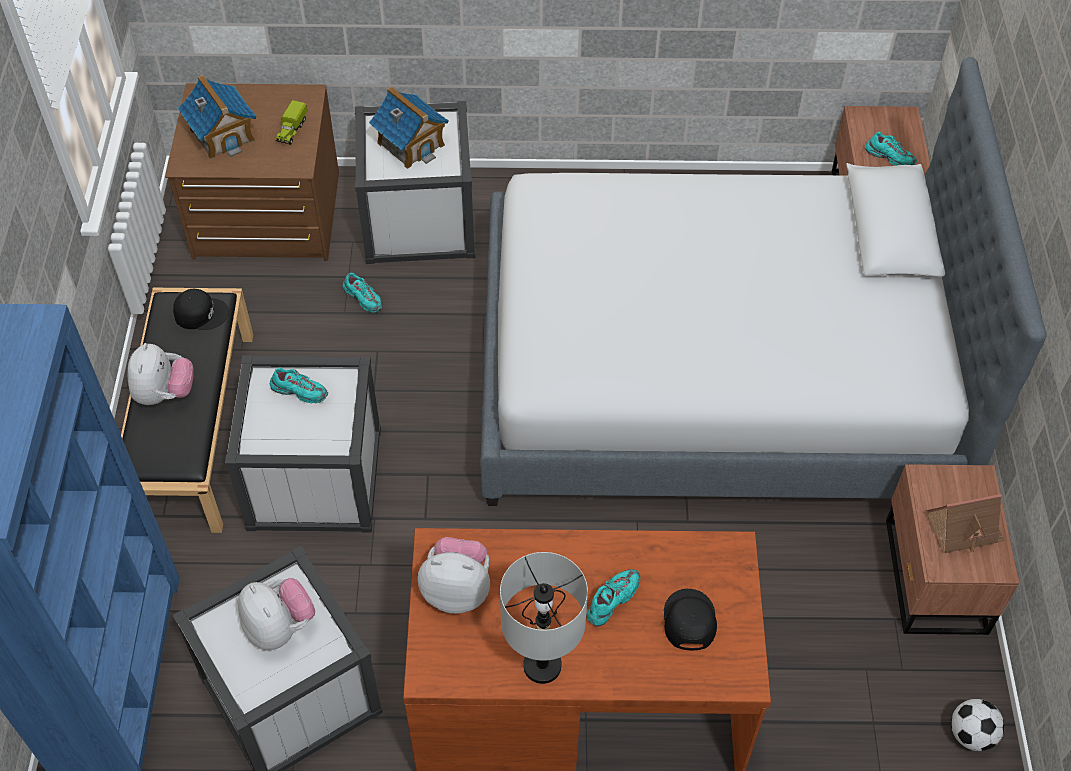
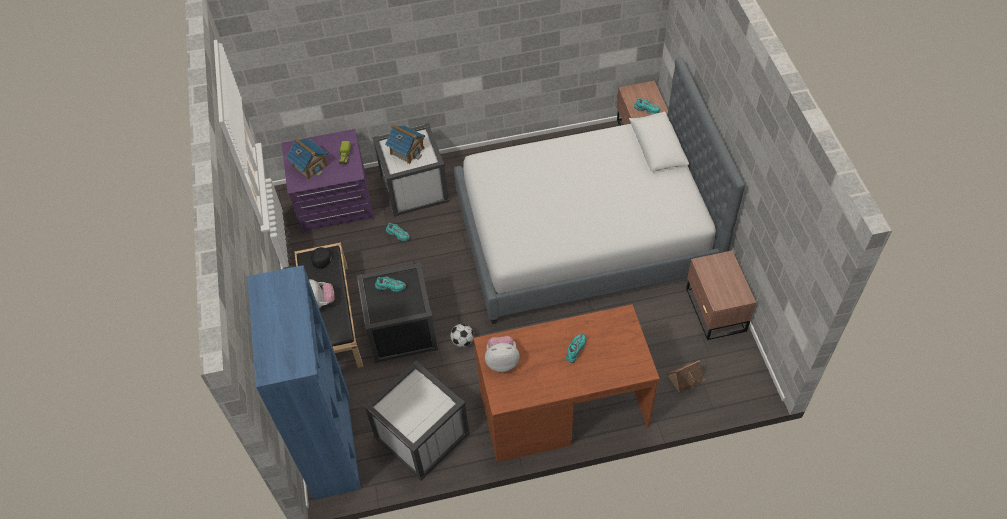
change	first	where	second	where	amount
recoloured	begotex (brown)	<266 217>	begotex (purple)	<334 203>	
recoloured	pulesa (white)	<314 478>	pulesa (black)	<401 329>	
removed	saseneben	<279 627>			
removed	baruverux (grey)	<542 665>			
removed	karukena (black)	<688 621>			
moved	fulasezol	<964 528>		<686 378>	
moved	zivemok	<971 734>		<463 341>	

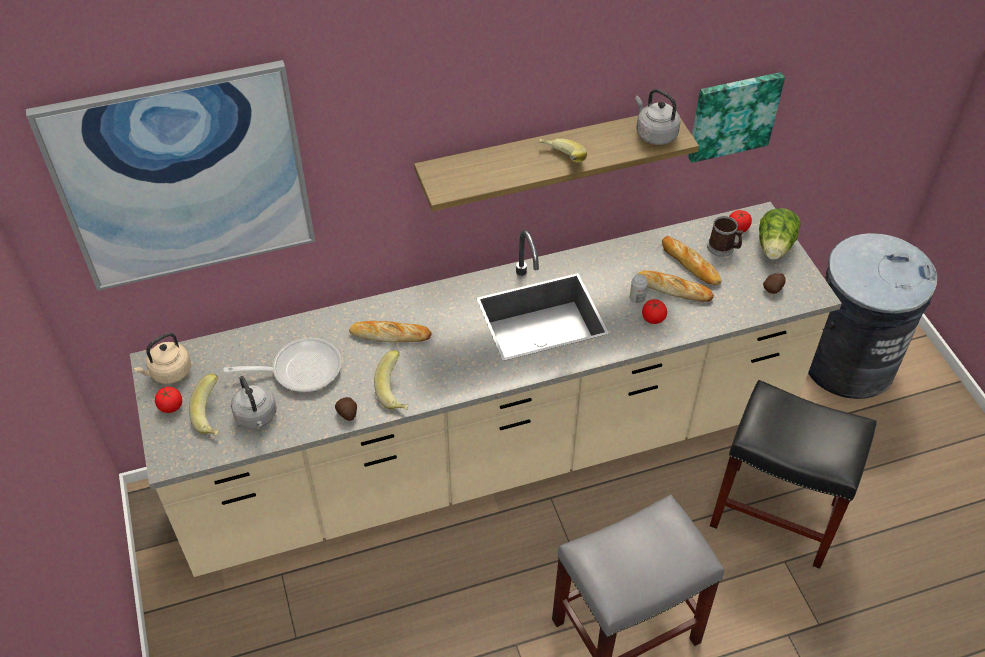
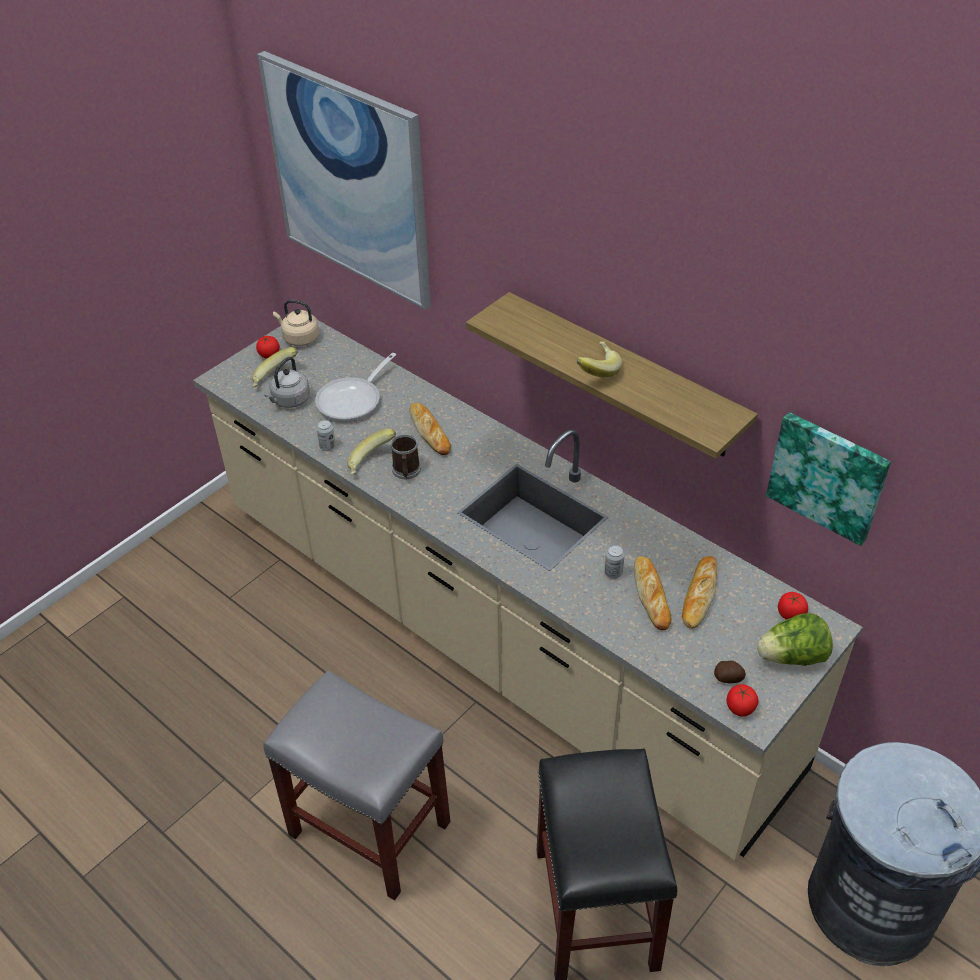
change	first	where	second	where	amount
turned	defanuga	<300 369>		<353 400>	75 degrees clockwise
replaced	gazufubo	<347 414>	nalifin	<327 447>	
removed	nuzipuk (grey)	<654 134>			
moved	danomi	<653 318>		<740 708>	
moved	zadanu	<723 248>		<406 471>	

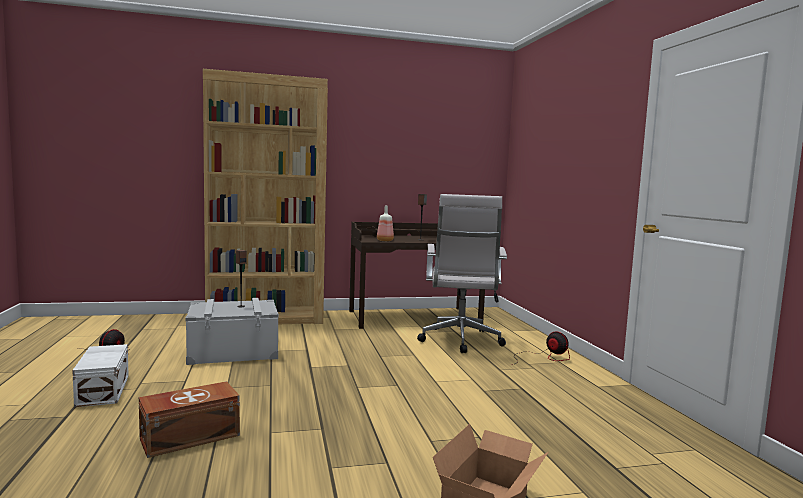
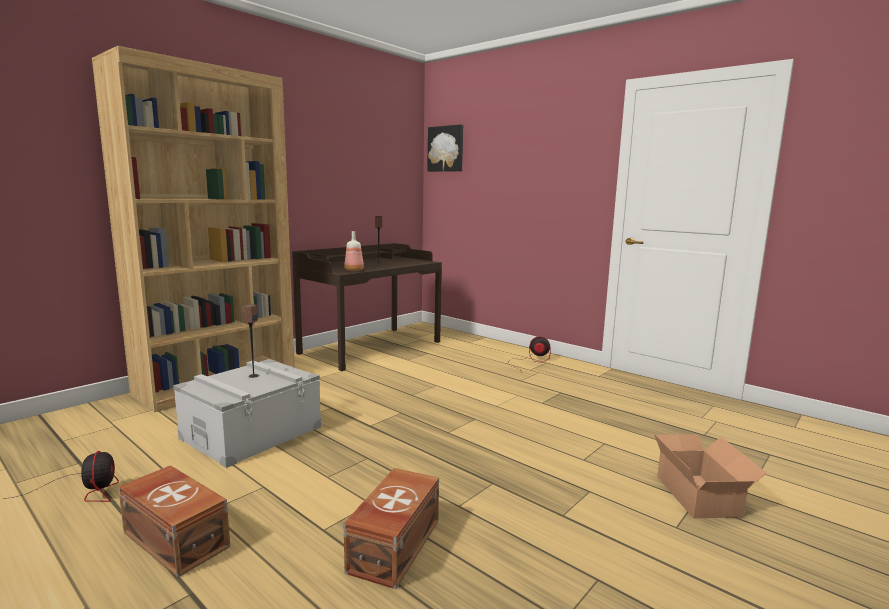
change	first	where	second	where	amount
recoloured	pulesa (white)	<104 390>	pulesa (brown)	<176 538>	
removed	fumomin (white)	<460 341>			
added			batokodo	<446 149>	

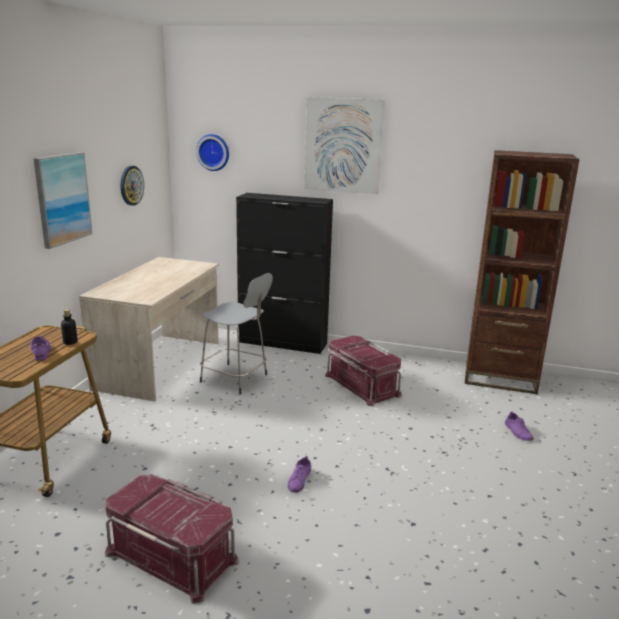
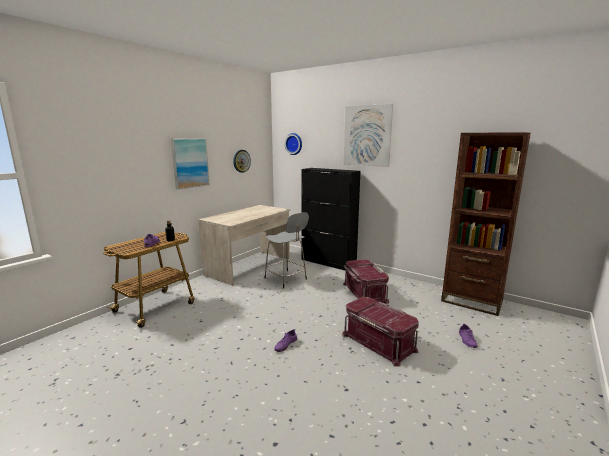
change	first	where	second	where	amount
moved	pulesa (red)	<173 555>		<379 342>	

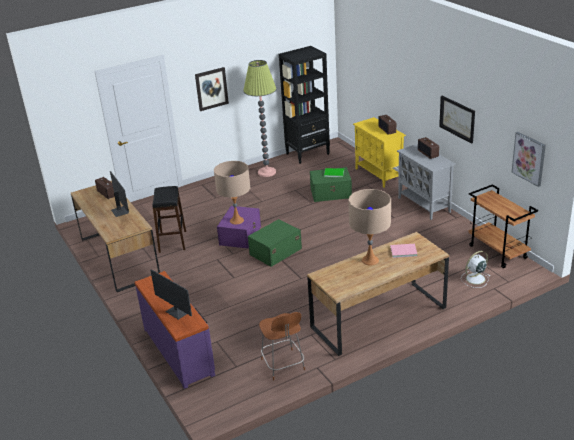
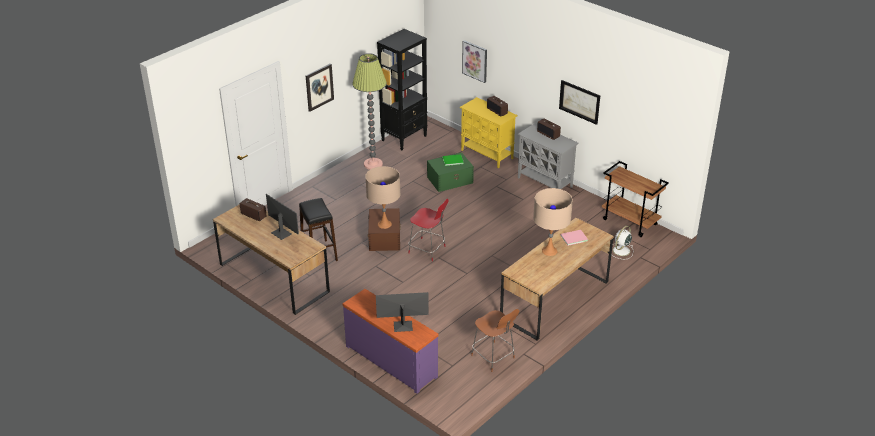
change	first	where	second	where	amount
turned	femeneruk	<177 312>		<402 326>	150 degrees clockwise
recoloured	pulesa (purple)	<240 235>	pulesa (brown)	<385 237>	
replaced	pulesa (green)	<275 251>	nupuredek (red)	<428 250>	
moved	batokodo	<529 158>		<475 61>	

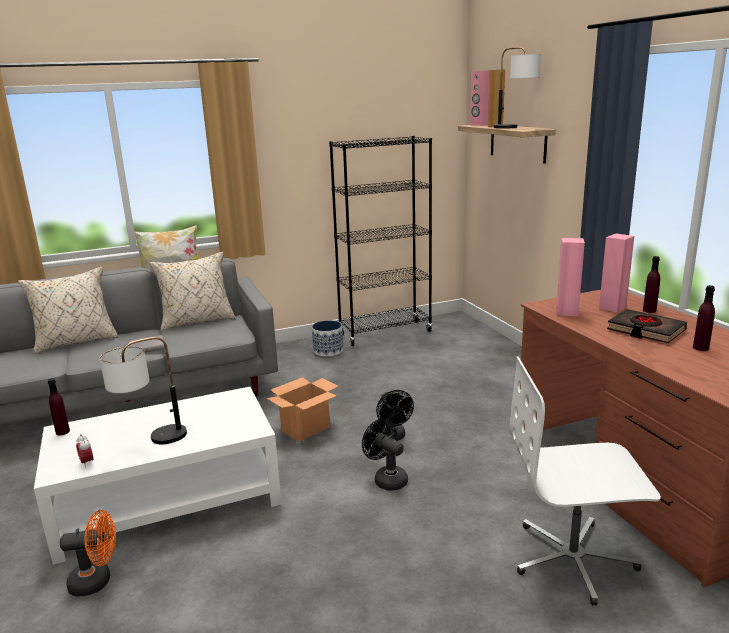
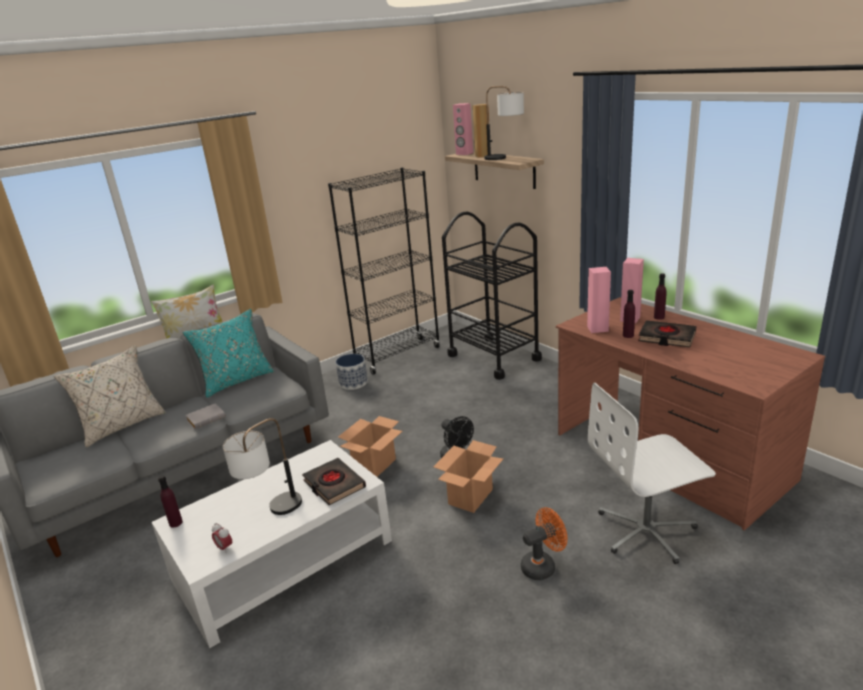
change	first	where	second	where	amount
moved	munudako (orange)	<97 581>		<542 566>	
recoloured	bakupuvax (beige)	<197 321>	bakupuvax (turquoise)	<236 381>	
replaced	munudako (black)	<386 479>	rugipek	<470 497>	
moved	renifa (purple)	<700 348>		<628 335>	
added			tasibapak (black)	<334 485>	
added			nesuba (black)	<494 357>	

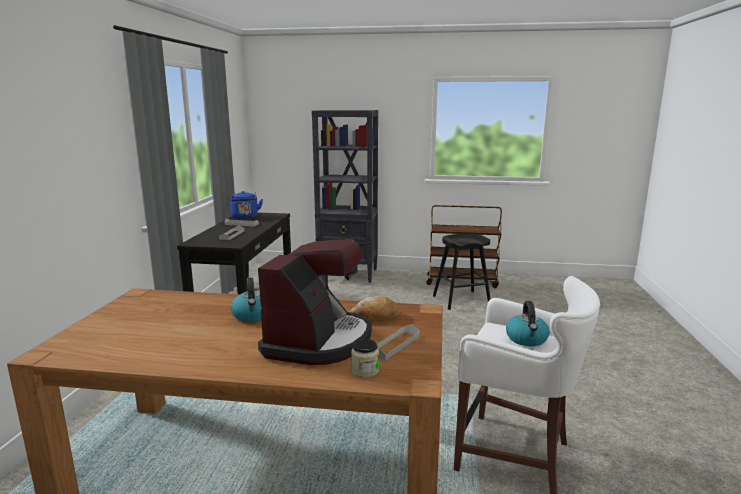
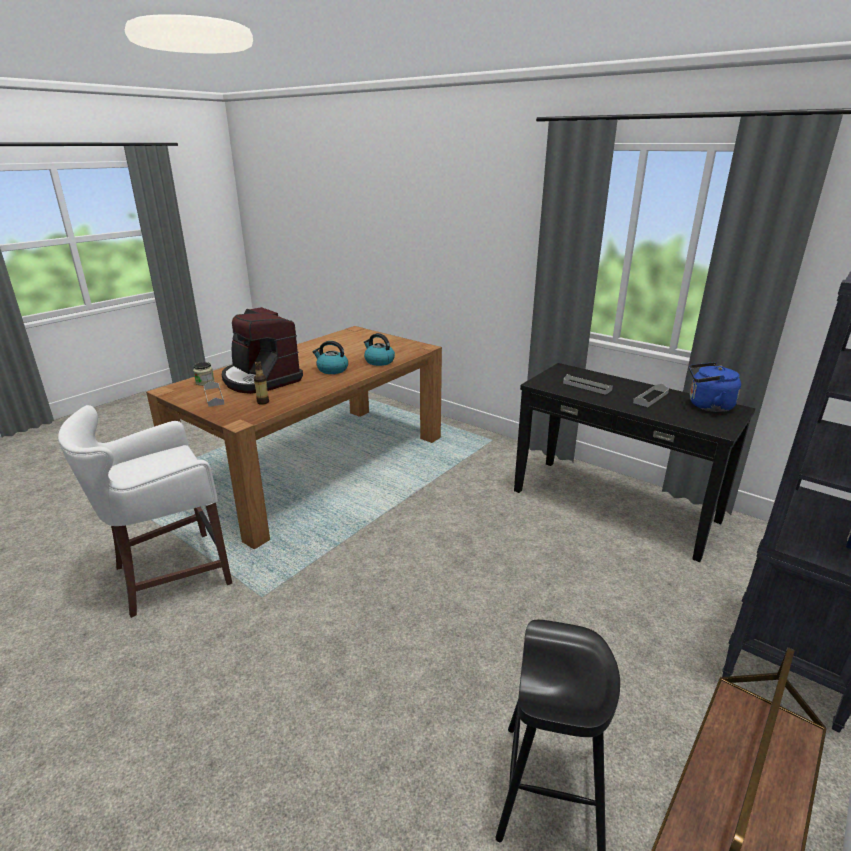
change	first	where	second	where	amount
replaced	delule	<375 316>	renifa	<263 402>	
moved	nuzipuk	<527 339>		<379 361>	

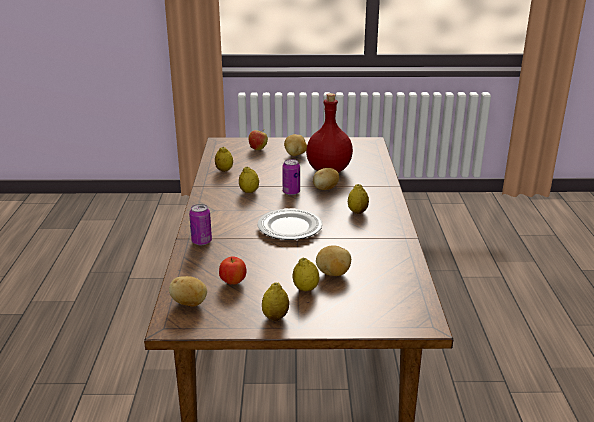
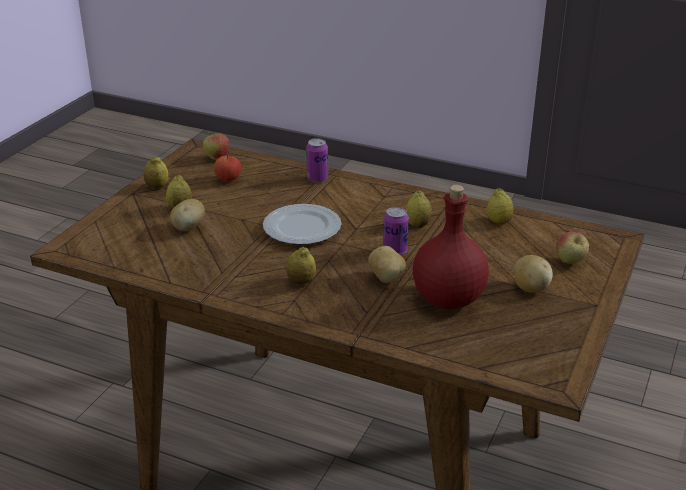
change	first	where	second	where	amount
replaced	gazufubo	<189 303>	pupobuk	<217 158>	

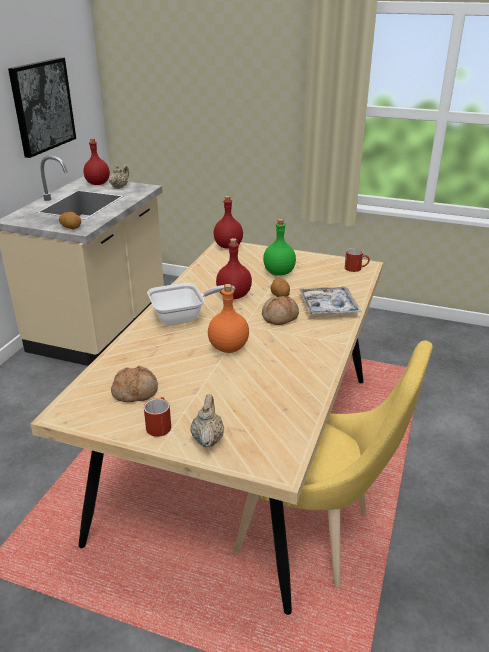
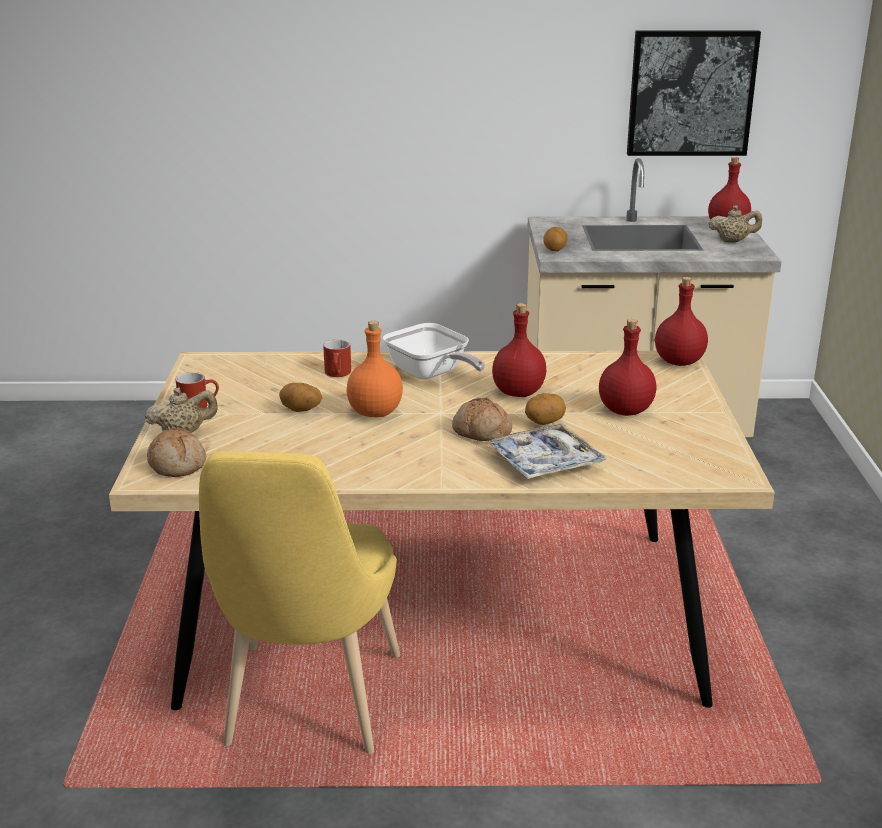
change	first	where	second	where	amount
moved	delule	<135 391>		<178 464>	
recoloured	renifa (green)	<278 272>	renifa (red)	<625 410>	
moved	zadanu (red)	<356 268>		<338 374>	
added			gazufubo	<301 410>	

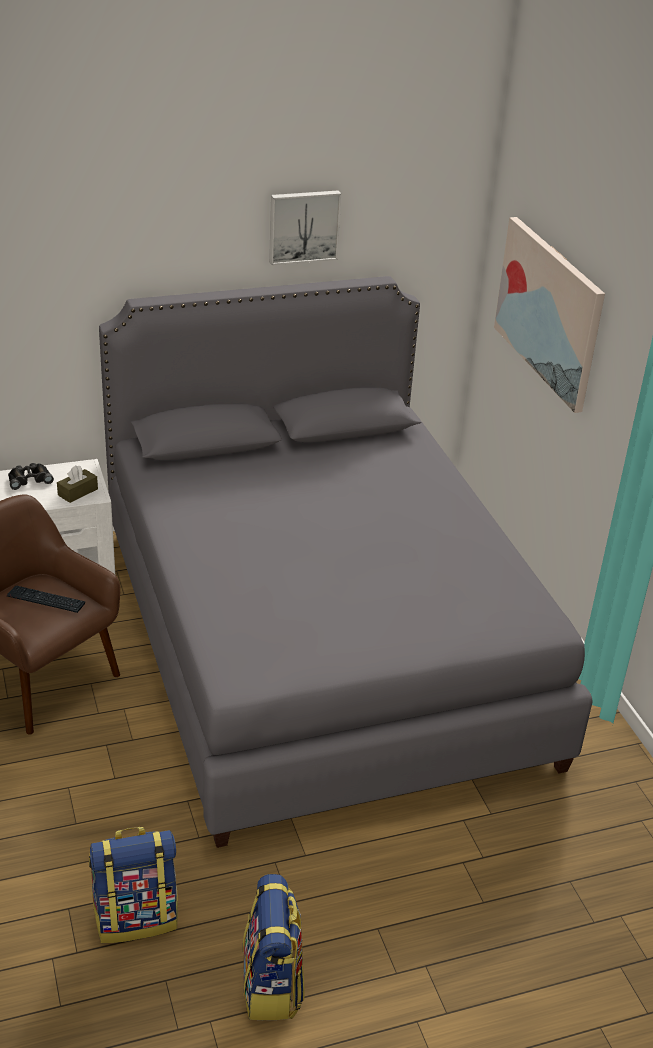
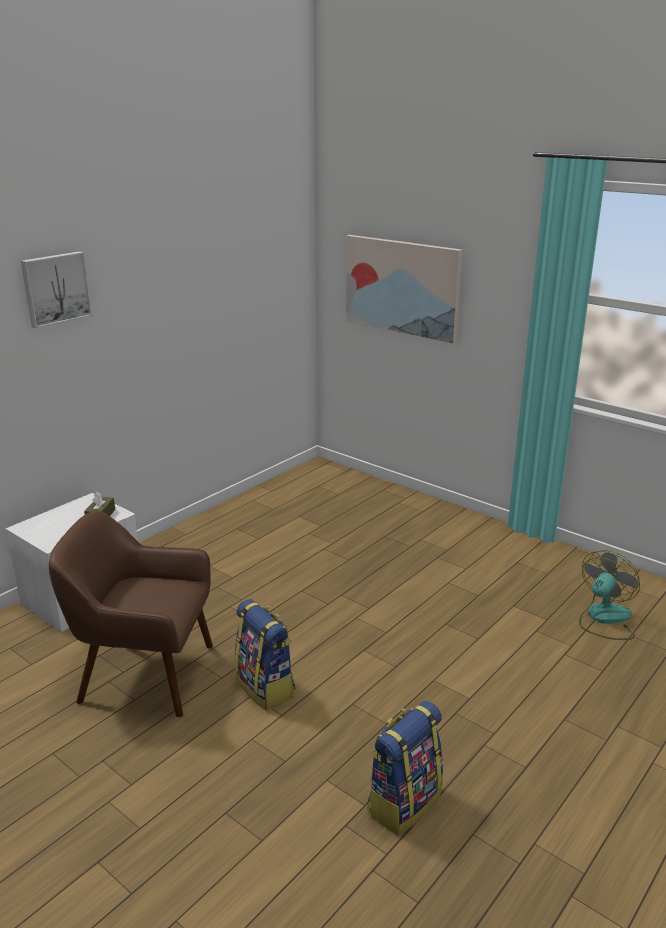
change	first	where	second	where	amount
removed	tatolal	<46 600>			
removed	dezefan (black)	<29 479>			
removed	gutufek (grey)	<318 642>			
moved	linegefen	<272 985>		<266 687>	
moved	batokodo	<303 226>		<55 288>	
added			munudako	<604 619>	

